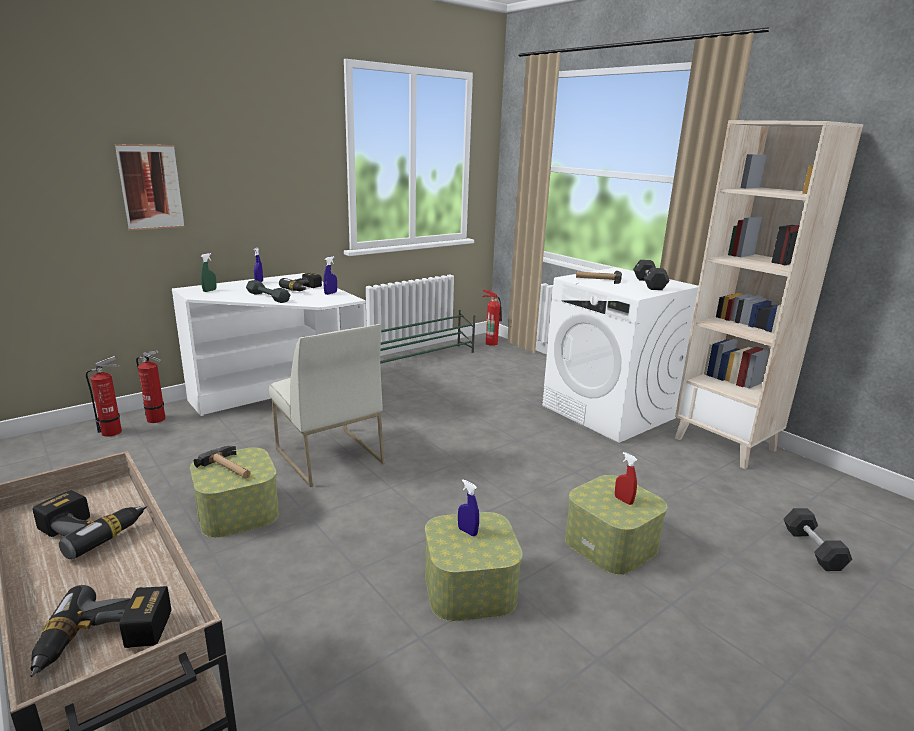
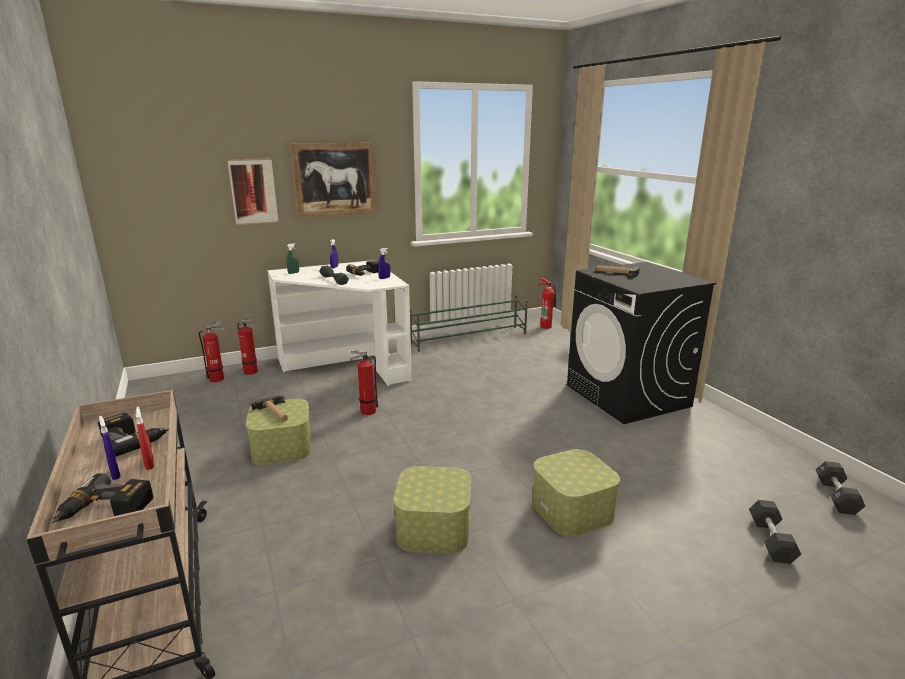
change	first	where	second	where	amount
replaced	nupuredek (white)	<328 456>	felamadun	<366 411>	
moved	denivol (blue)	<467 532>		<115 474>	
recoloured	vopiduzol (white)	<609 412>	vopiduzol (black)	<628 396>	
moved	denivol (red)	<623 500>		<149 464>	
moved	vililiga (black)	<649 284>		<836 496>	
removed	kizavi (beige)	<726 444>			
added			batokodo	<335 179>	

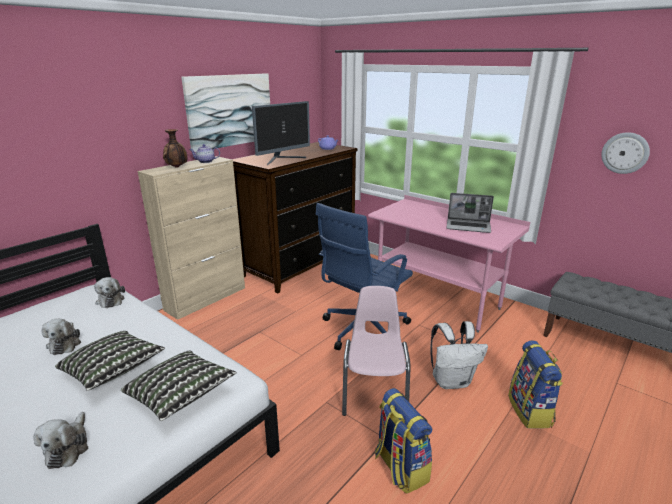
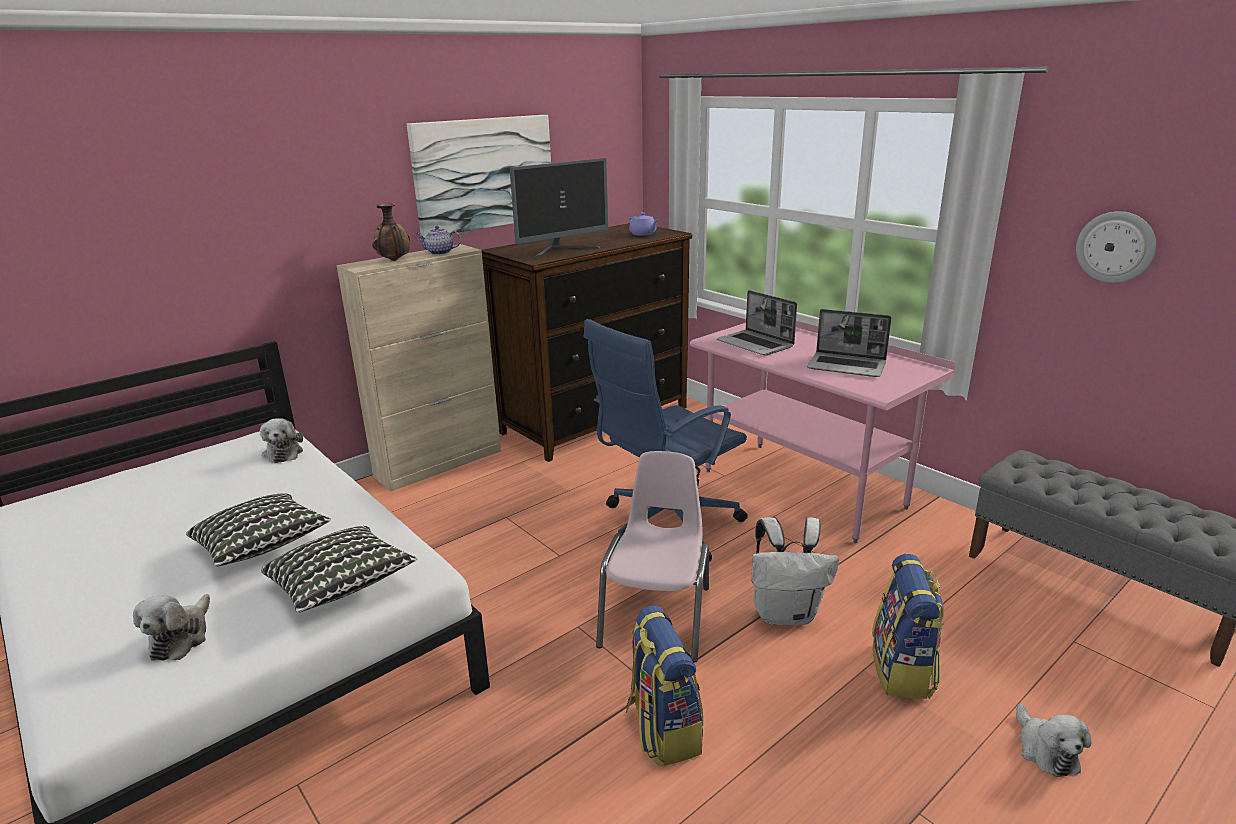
change	first	where	second	where	amount
moved	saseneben	<65 343>		<1045 750>	
added			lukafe	<756 344>	

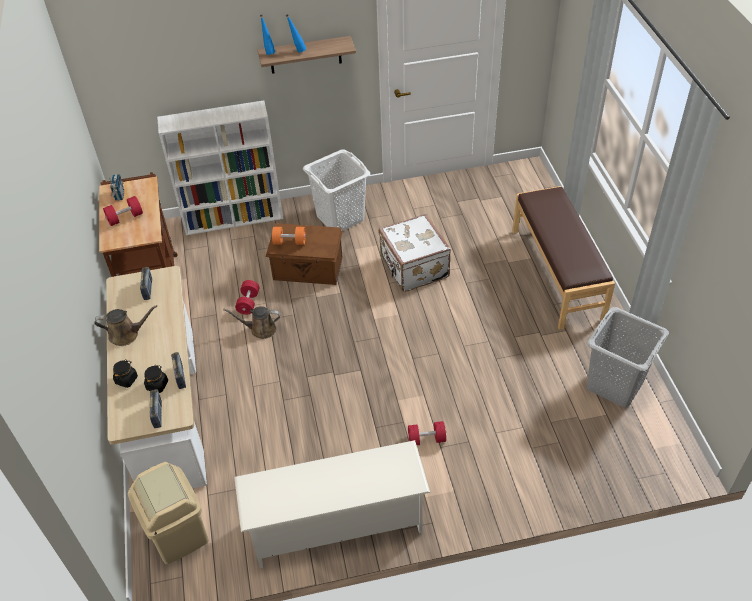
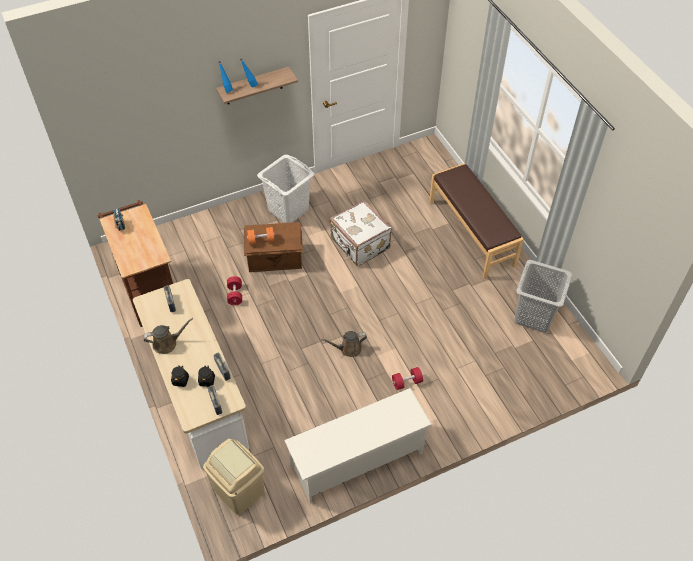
change	first	where	second	where	amount
removed	vililiga (red)	<125 218>			
removed	kizavi (white)	<234 218>			
moved	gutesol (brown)	<260 329>		<348 349>	

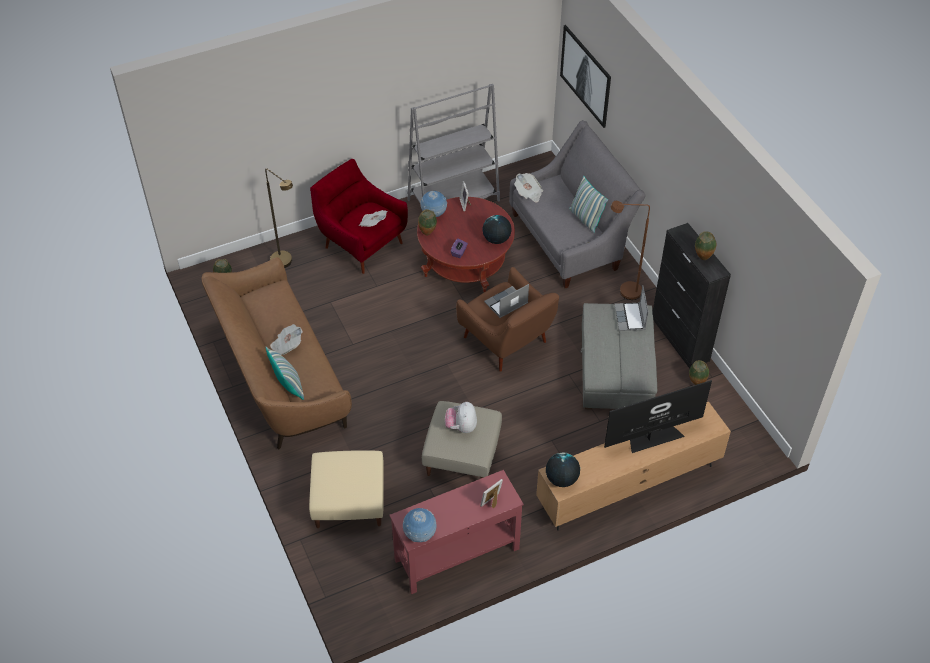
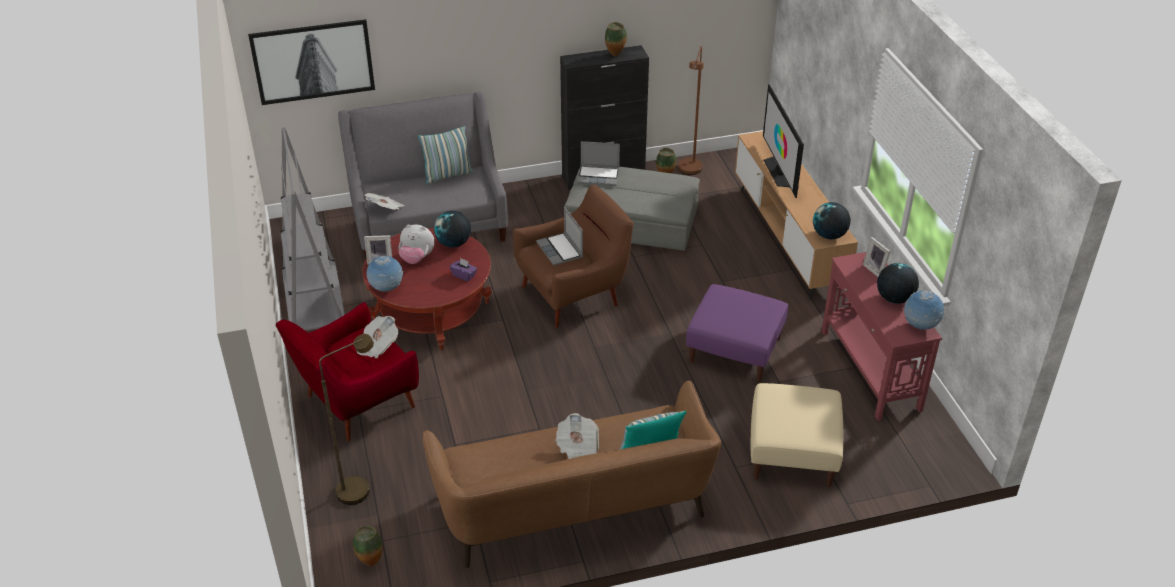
change	first	where	second	where	amount
removed	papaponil	<427 233>			
recoloured	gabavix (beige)	<462 456>	gabavix (purple)	<735 350>	
moved	saseneben	<461 427>		<417 258>	
moved	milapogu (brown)	<624 292>		<690 172>	
added			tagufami	<894 299>	

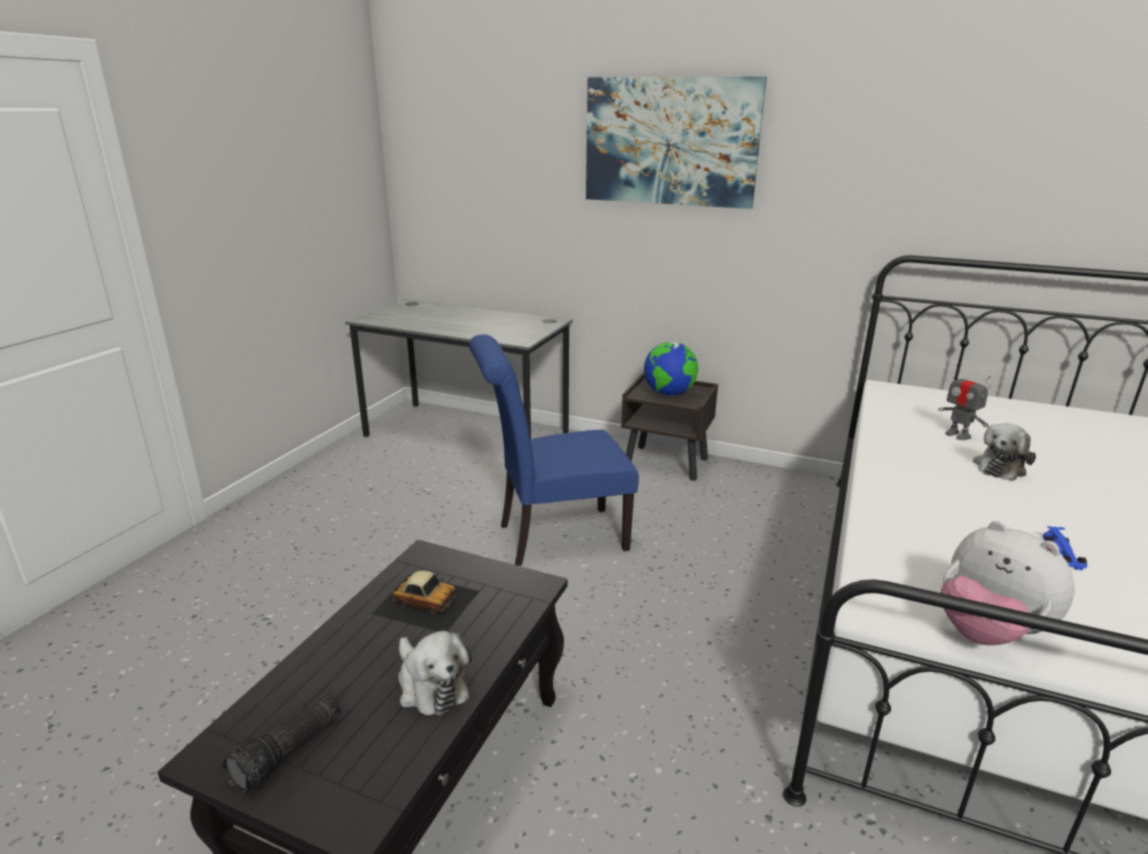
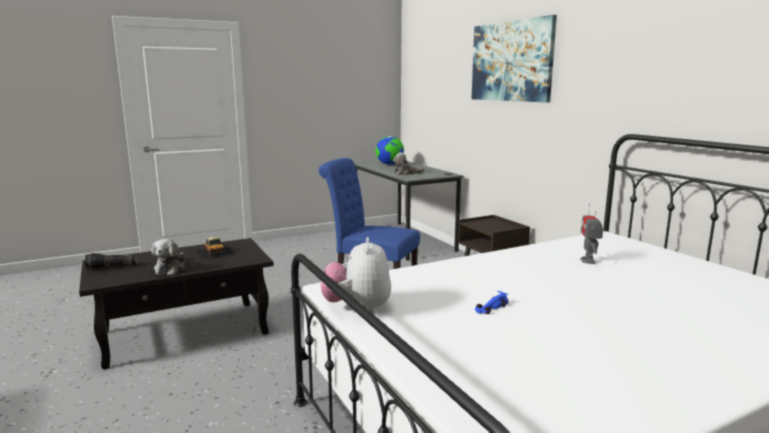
change	first	where	second	where	amount
moved	tagufami	<669 394>		<389 164>	
moved	saseneben	<1000 467>		<406 173>	

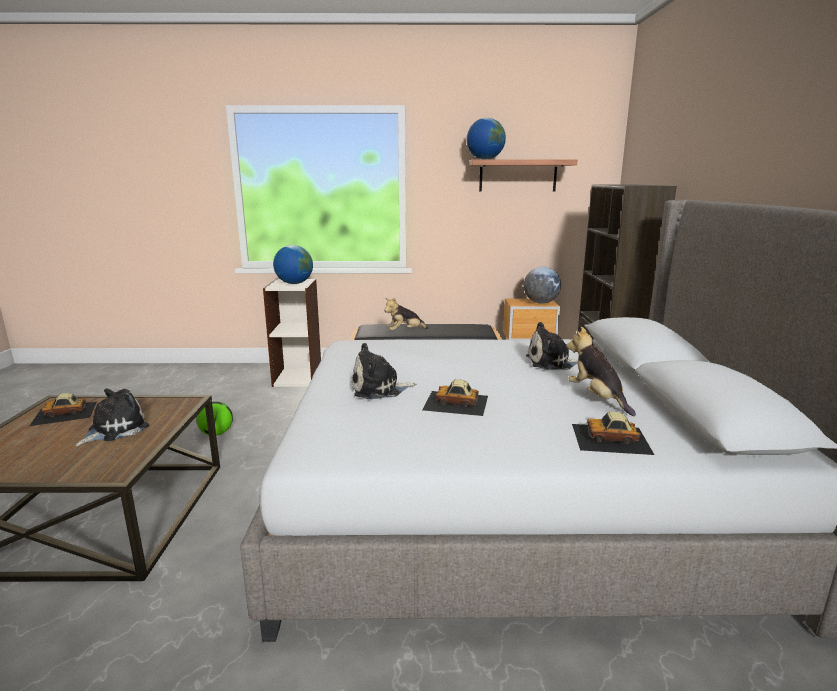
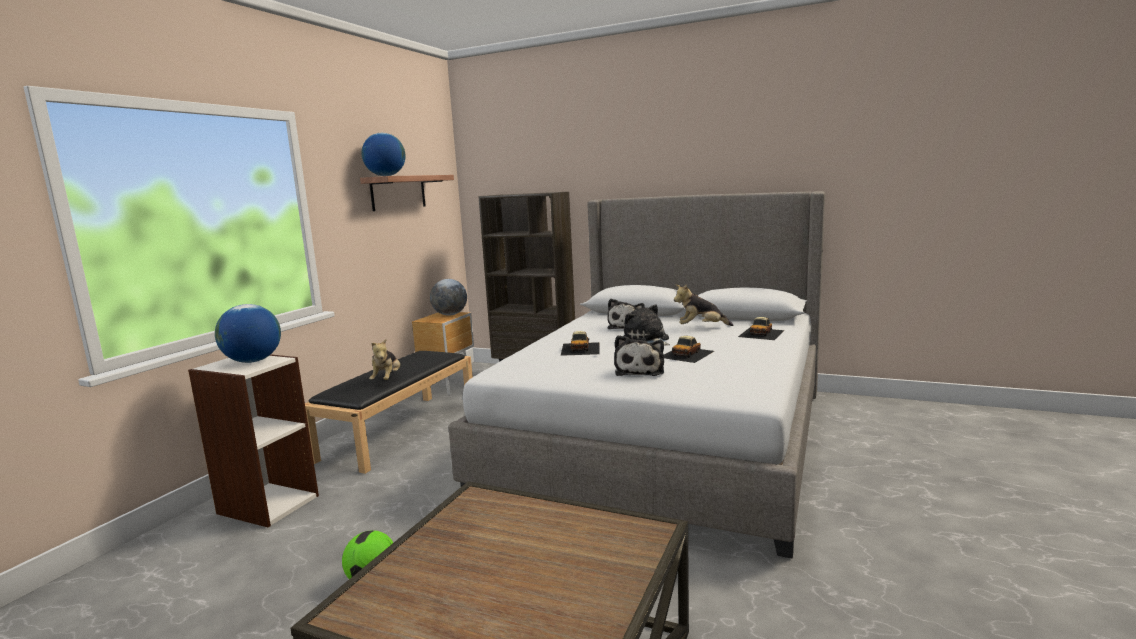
change	first	where	second	where	amount
moved	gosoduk	<65 413>		<581 348>	
moved	saseneben	<114 429>		<647 340>	

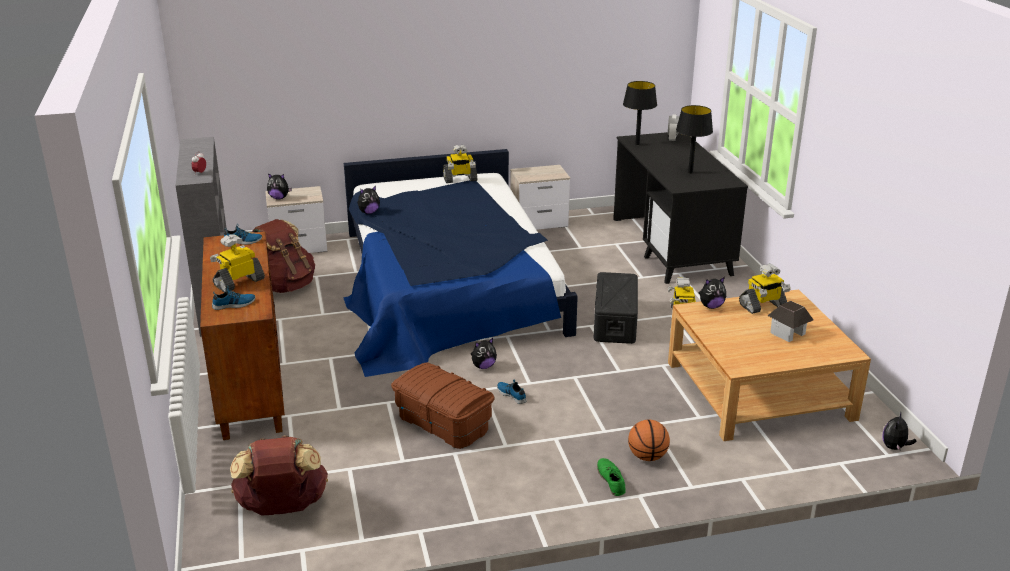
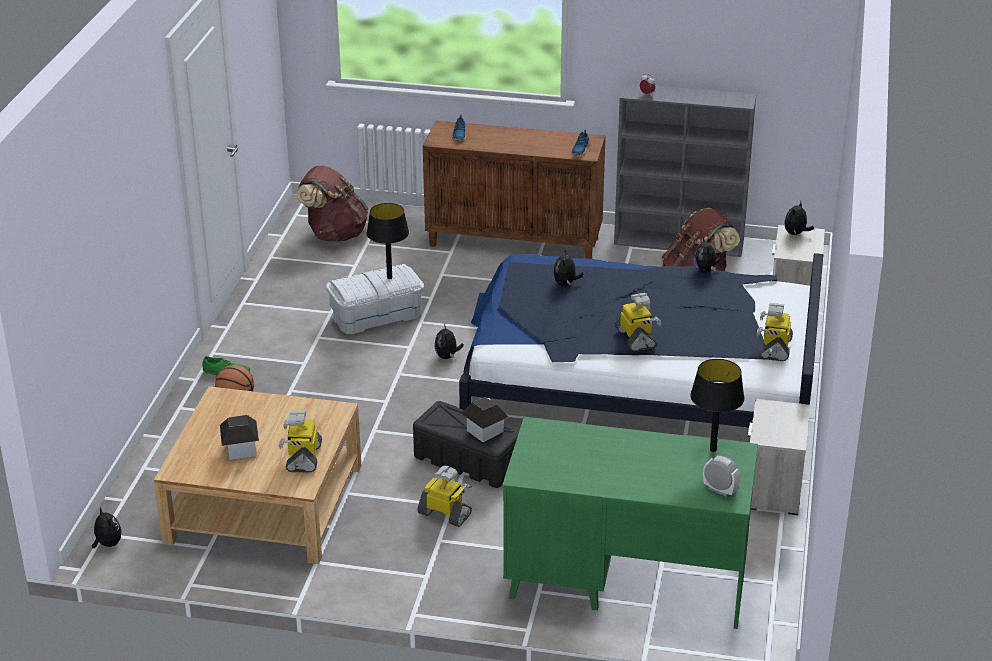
change	first	where	second	where	amount
moved	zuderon	<239 282>		<636 338>	
recoloured	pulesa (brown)	<444 423>	pulesa (white)	<376 316>	
removed	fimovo	<512 394>			
recoloured	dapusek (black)	<672 247>	dapusek (green)	<625 578>	
moved	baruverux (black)	<690 172>		<389 277>	
moved	saseneben	<711 306>		<566 284>	
added			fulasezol	<484 431>	

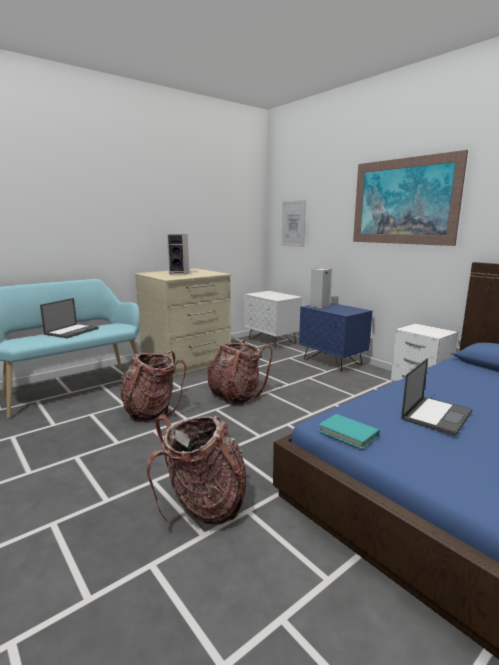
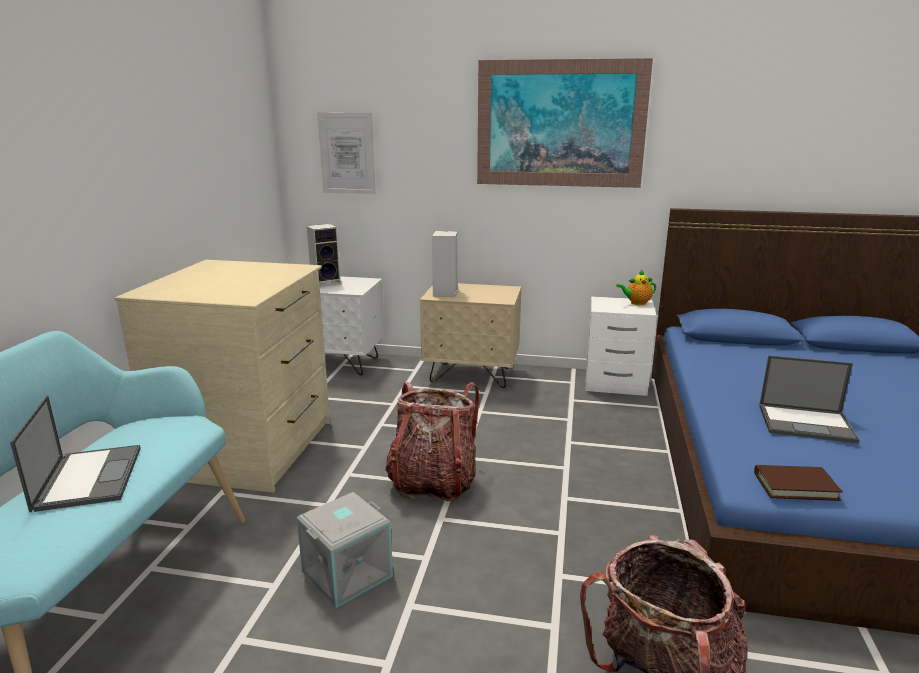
change	first	where	second	where	amount
replaced	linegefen	<151 411>	pulesa (grey)	<347 573>	
moved	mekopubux	<180 274>		<326 283>	
recoloured	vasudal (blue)	<332 362>	vasudal (beige)	<472 375>	
recoloured	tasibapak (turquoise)	<348 433>	tasibapak (brown)	<795 486>	
turned	lukafe	<436 415>		<807 423>	105 degrees clockwise
added			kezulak	<636 303>	

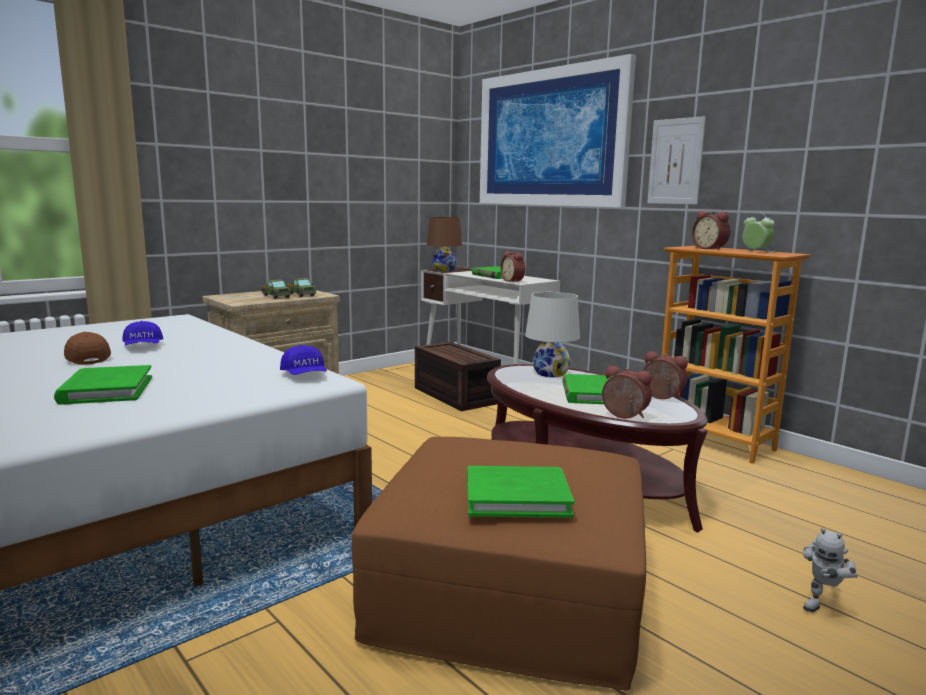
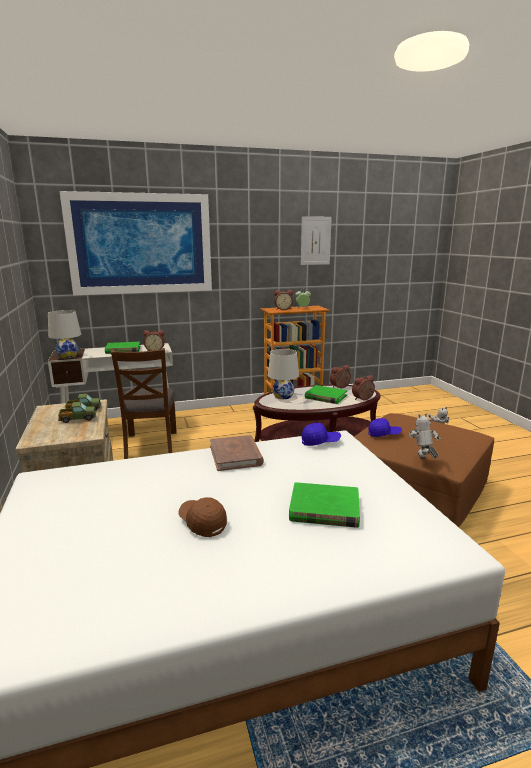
change	first	where	second	where	amount
turned	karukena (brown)	<86 358>		<202 523>	60 degrees clockwise
moved	karukena (blue)	<143 347>		<384 434>	
replaced	pulesa (brown)	<453 395>	nupuredek (brown)	<150 444>	
recoloured	baruverux (brown)	<444 270>	baruverux (white)	<68 356>	
removed	tasibapak (green)	<517 497>			
moved	batokodo	<675 161>		<315 241>	
added			tasibapak (brown)	<236 455>	
added			zuderon	<422 460>	

